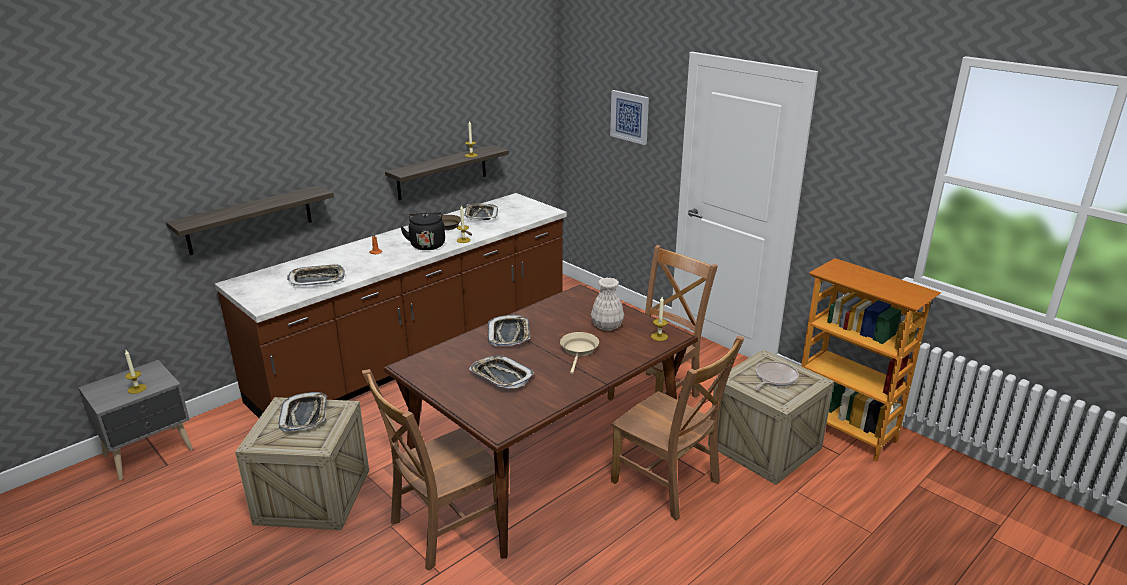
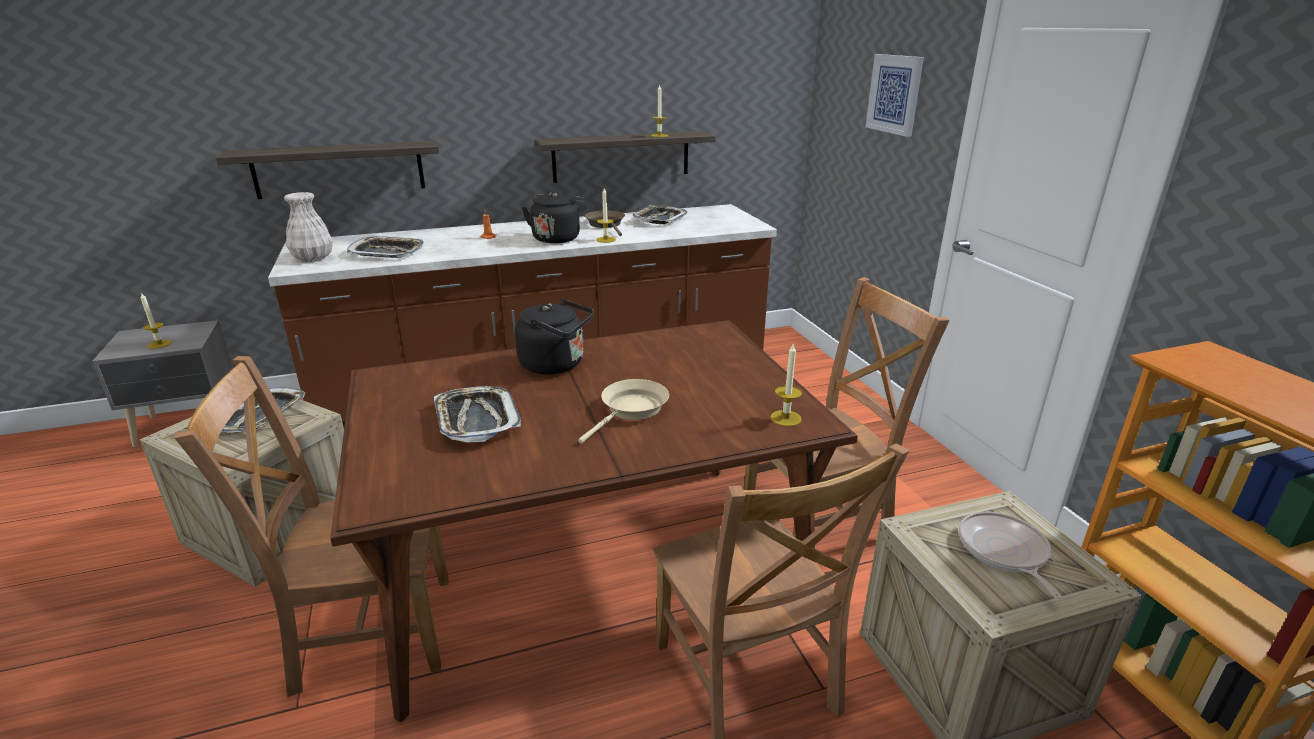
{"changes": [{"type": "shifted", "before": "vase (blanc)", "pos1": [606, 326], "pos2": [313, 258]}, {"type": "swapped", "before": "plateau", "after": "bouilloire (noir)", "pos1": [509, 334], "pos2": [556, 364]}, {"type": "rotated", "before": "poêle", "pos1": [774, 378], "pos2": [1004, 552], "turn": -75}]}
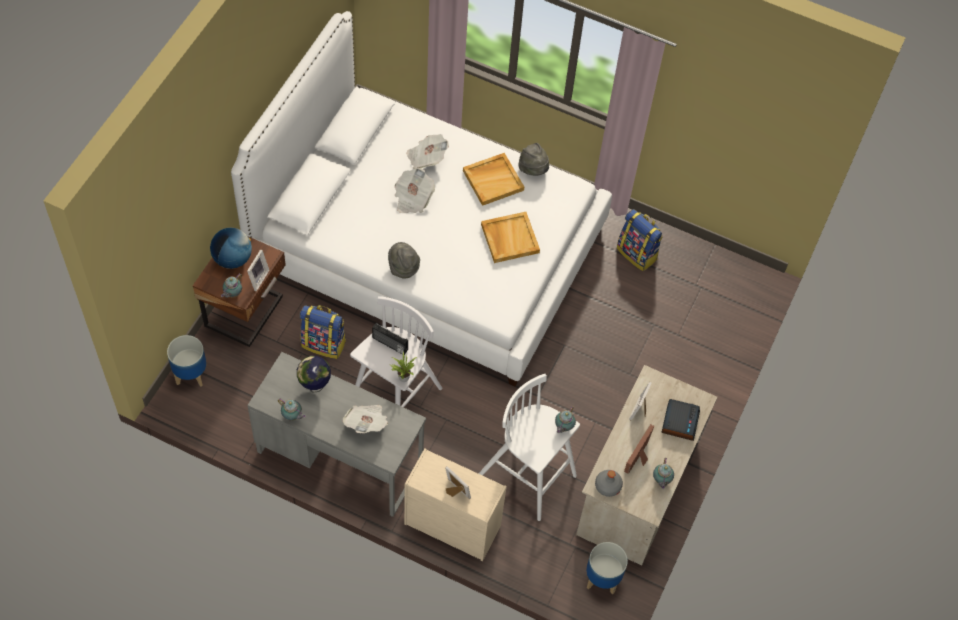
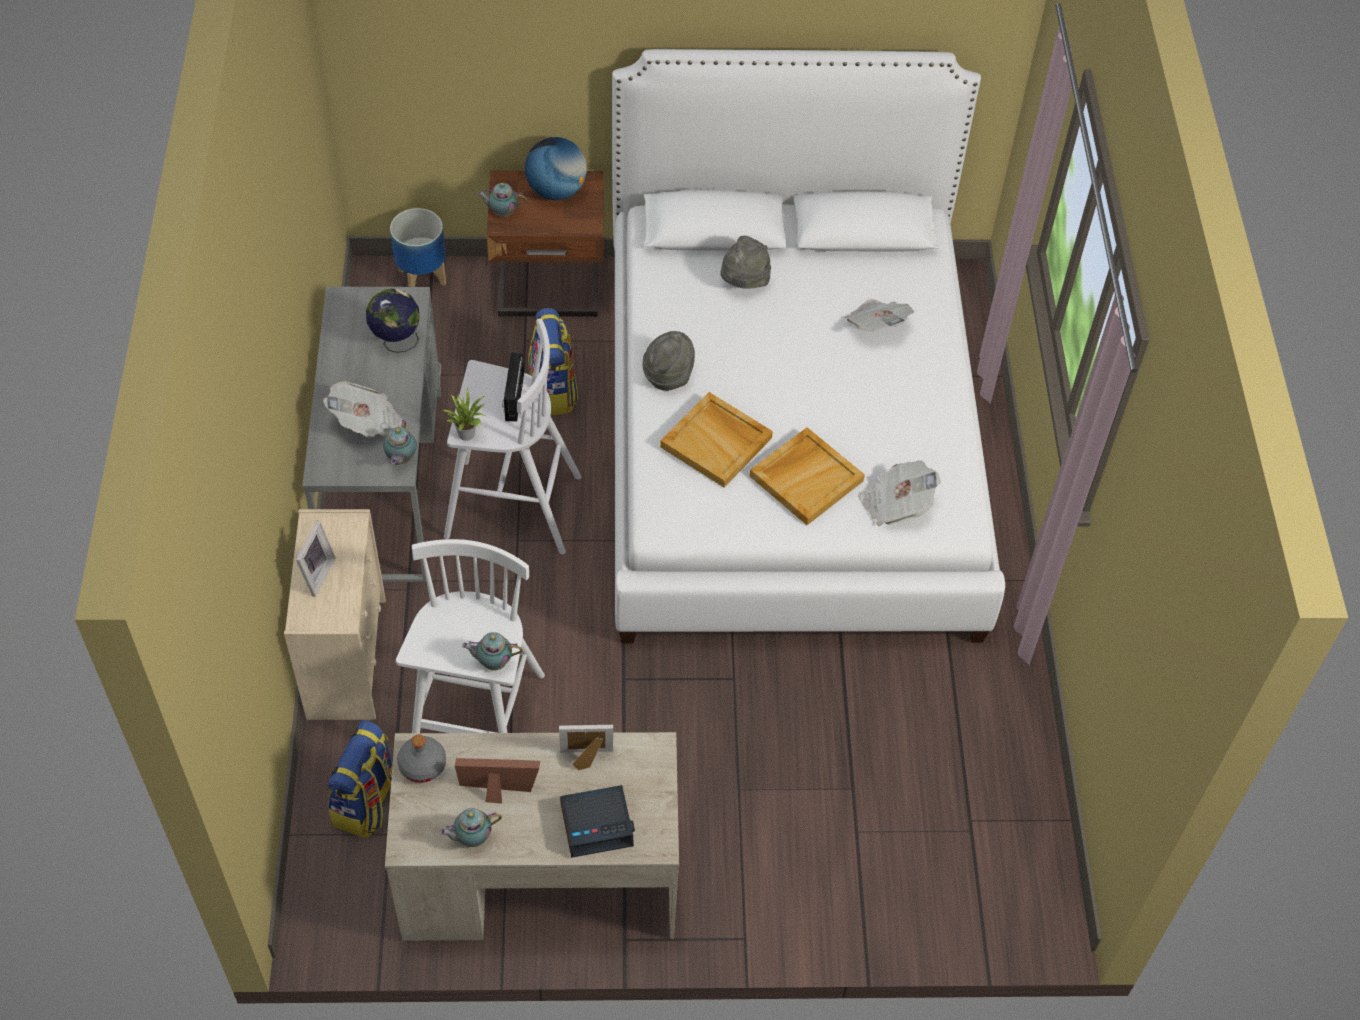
{"changes": [{"type": "shifted", "before": "chapeau (gris)", "pos1": [533, 169], "pos2": [744, 282]}, {"type": "shifted", "before": "plateau (beige)", "pos1": [493, 180], "pos2": [717, 442]}, {"type": "shifted", "before": "journal", "pos1": [412, 198], "pos2": [896, 504]}, {"type": "shifted", "before": "sac à dos", "pos1": [637, 253], "pos2": [367, 804]}, {"type": "gone", "before": "cadre photo", "pos1": [257, 278]}, {"type": "shifted", "before": "théière", "pos1": [292, 416], "pos2": [401, 459]}, {"type": "gone", "before": "cache-pot", "pos1": [602, 579]}]}
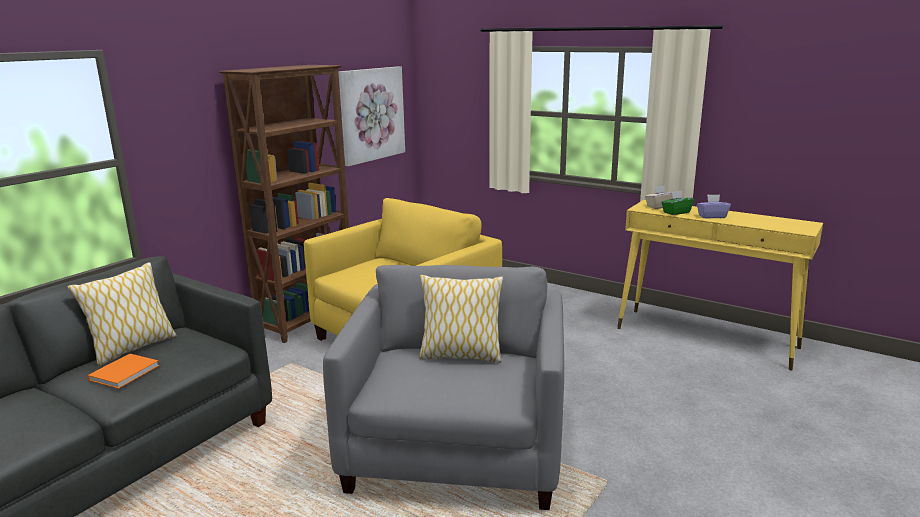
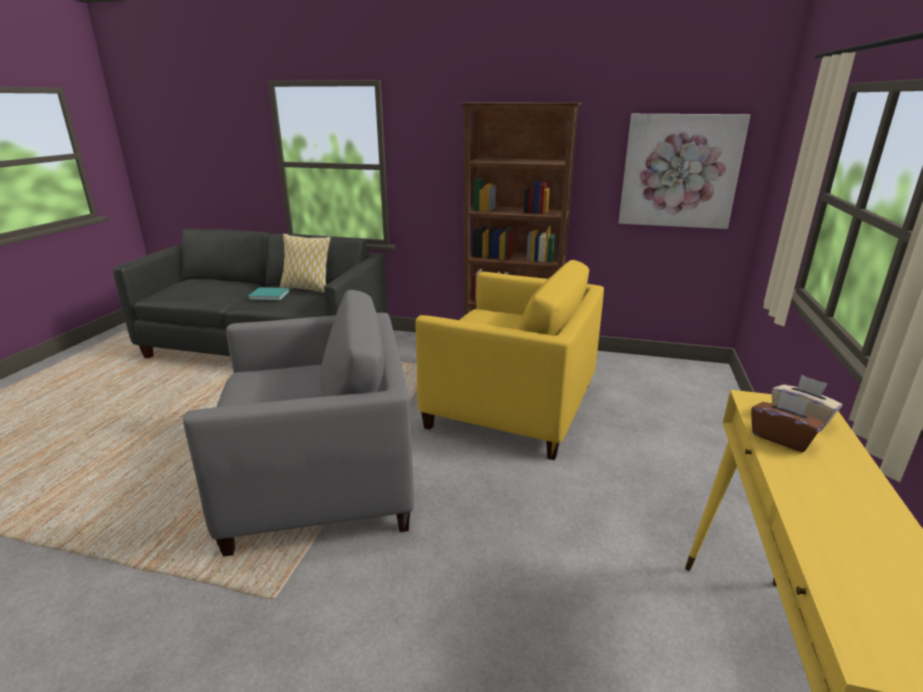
{"changes": [{"type": "repainted", "before": "boîte à mouchoirs (vert)", "after": "boîte à mouchoirs (marron)", "pos1": [676, 212], "pos2": [781, 438]}, {"type": "gone", "before": "boîte à mouchoirs (violet)", "pos1": [711, 216]}, {"type": "gone", "before": "coussin", "pos1": [460, 355]}, {"type": "repainted", "before": "livre (orange)", "after": "livre (turquoise)", "pos1": [126, 372], "pos2": [270, 295]}]}
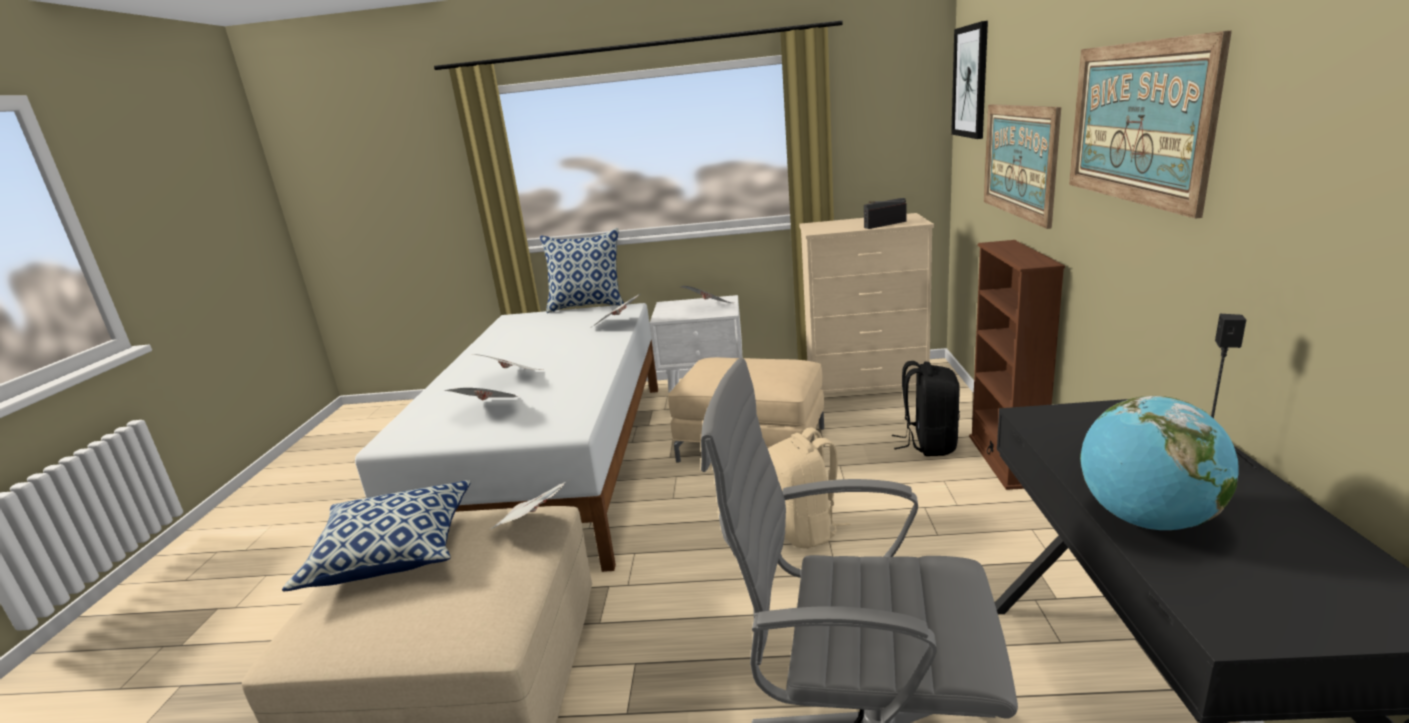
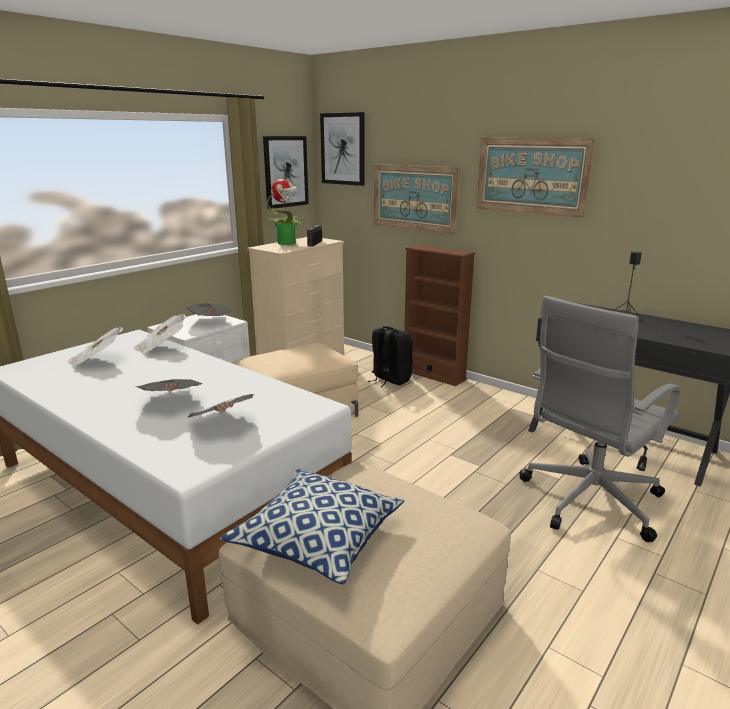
{"changes": [{"type": "gone", "before": "coussin", "pos1": [588, 306]}, {"type": "gone", "before": "globe", "pos1": [1146, 520]}, {"type": "gone", "before": "sac à dos (beige)", "pos1": [805, 530]}, {"type": "shifted", "before": "journal", "pos1": [533, 524], "pos2": [96, 361]}, {"type": "new", "after": "tableau", "pos2": [285, 172]}, {"type": "new", "after": "plante en pot", "pos2": [287, 243]}]}
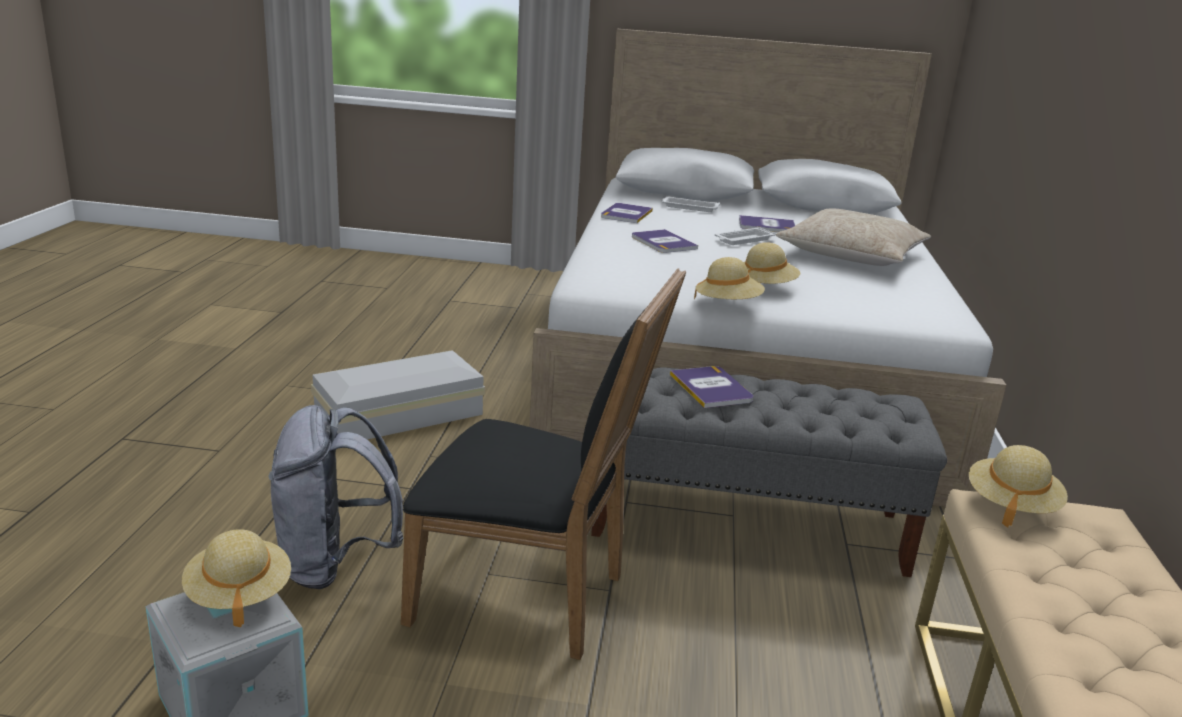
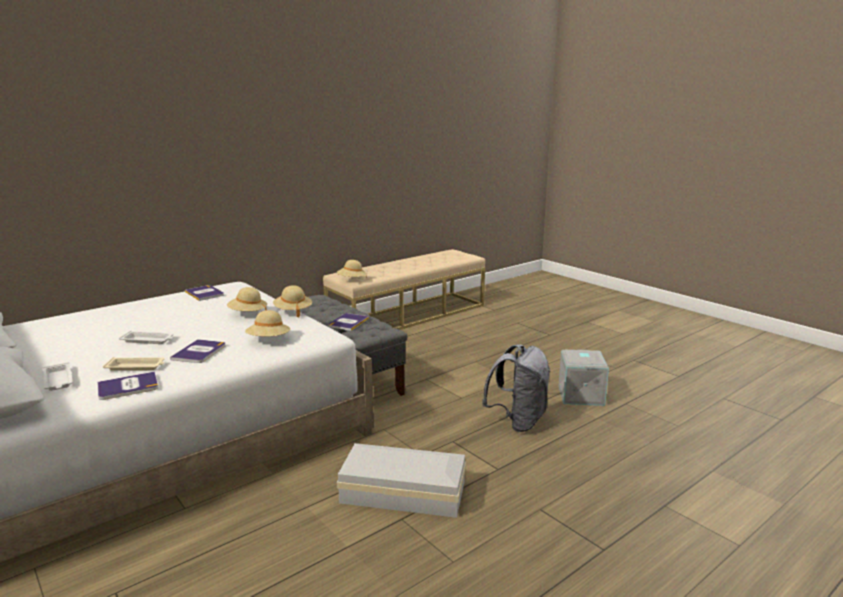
{"changes": [{"type": "gone", "before": "coussin (beige)", "pos1": [851, 254]}, {"type": "shifted", "before": "livre", "pos1": [767, 226], "pos2": [204, 293]}, {"type": "gone", "before": "chaise (noir)", "pos1": [531, 597]}, {"type": "shifted", "before": "chapeau (beige)", "pos1": [239, 594], "pos2": [268, 340]}, {"type": "new", "after": "plateau (beige)", "pos2": [136, 367]}]}
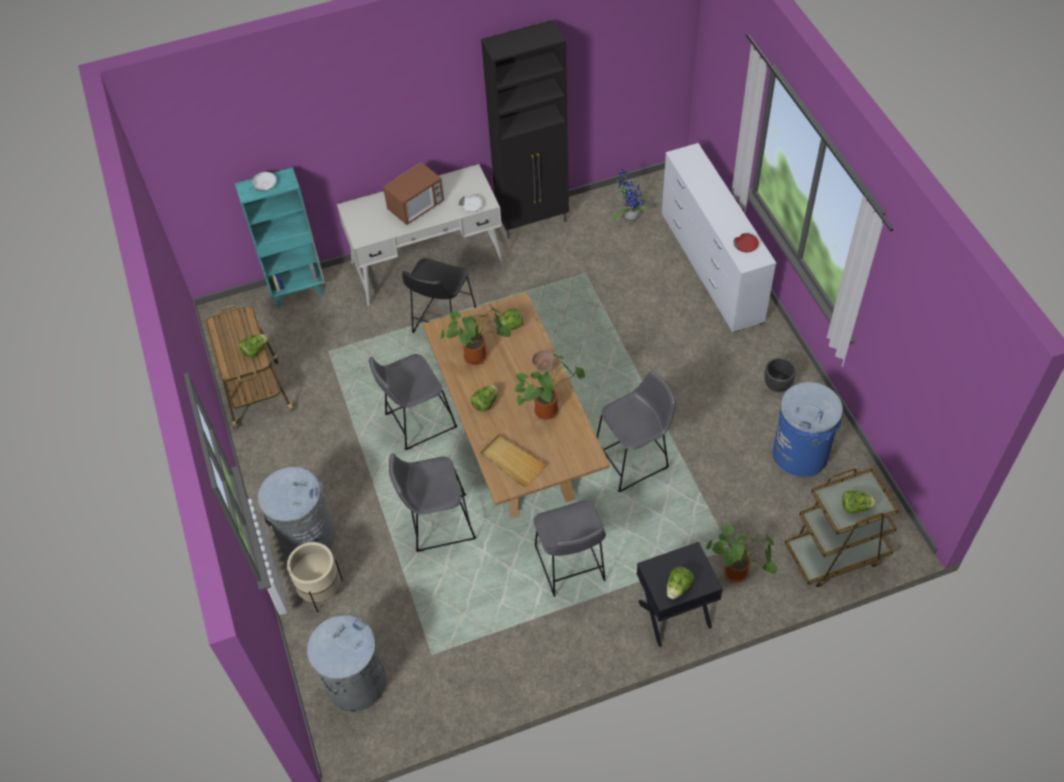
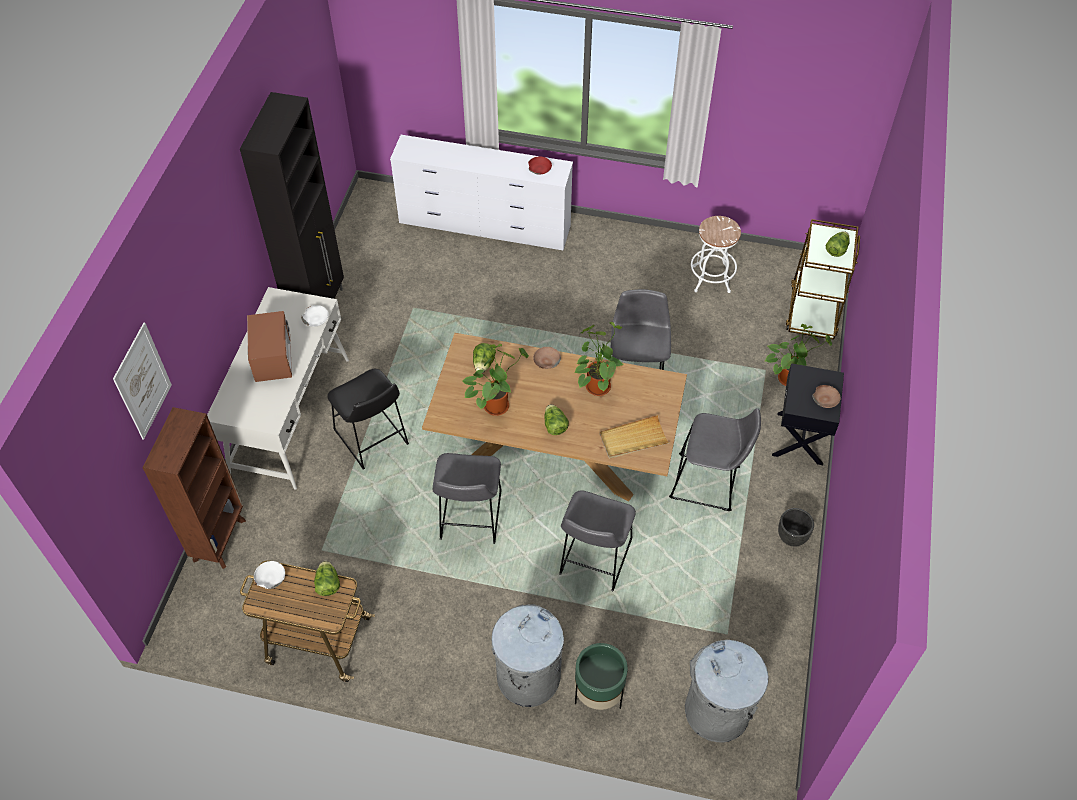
{"changes": [{"type": "repainted", "before": "bibliothèque (turquoise)", "after": "bibliothèque (marron)", "pos1": [298, 291], "pos2": [220, 539]}, {"type": "gone", "before": "plante en pot", "pos1": [629, 215]}, {"type": "shifted", "before": "bol (blanc)", "pos1": [265, 184], "pos2": [270, 577]}, {"type": "shifted", "before": "cache-pot (noir)", "pos1": [777, 386], "pos2": [792, 537]}, {"type": "swapped", "before": "poubelle (bleu)", "after": "tabouret (blanc)", "pos1": [800, 454], "pos2": [711, 279]}, {"type": "repainted", "before": "cache-pot (beige)", "after": "cache-pot (vert)", "pos1": [321, 590], "pos2": [598, 693]}, {"type": "swapped", "before": "laitue", "after": "bol (marron)", "pos1": [678, 588], "pos2": [825, 399]}, {"type": "new", "after": "tableau", "pos2": [142, 381]}]}
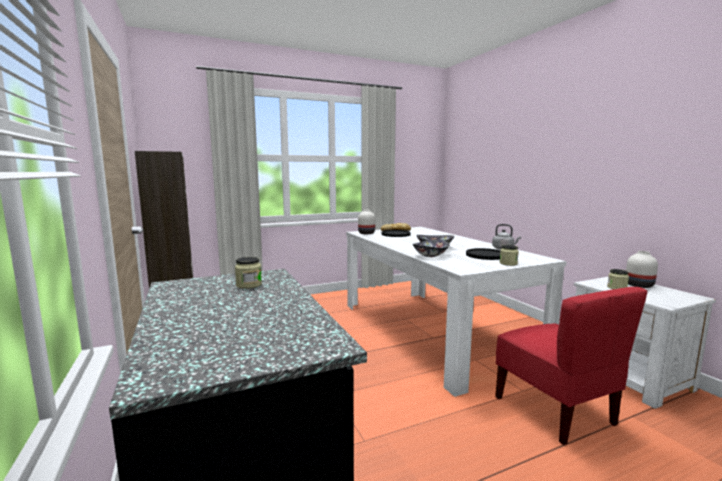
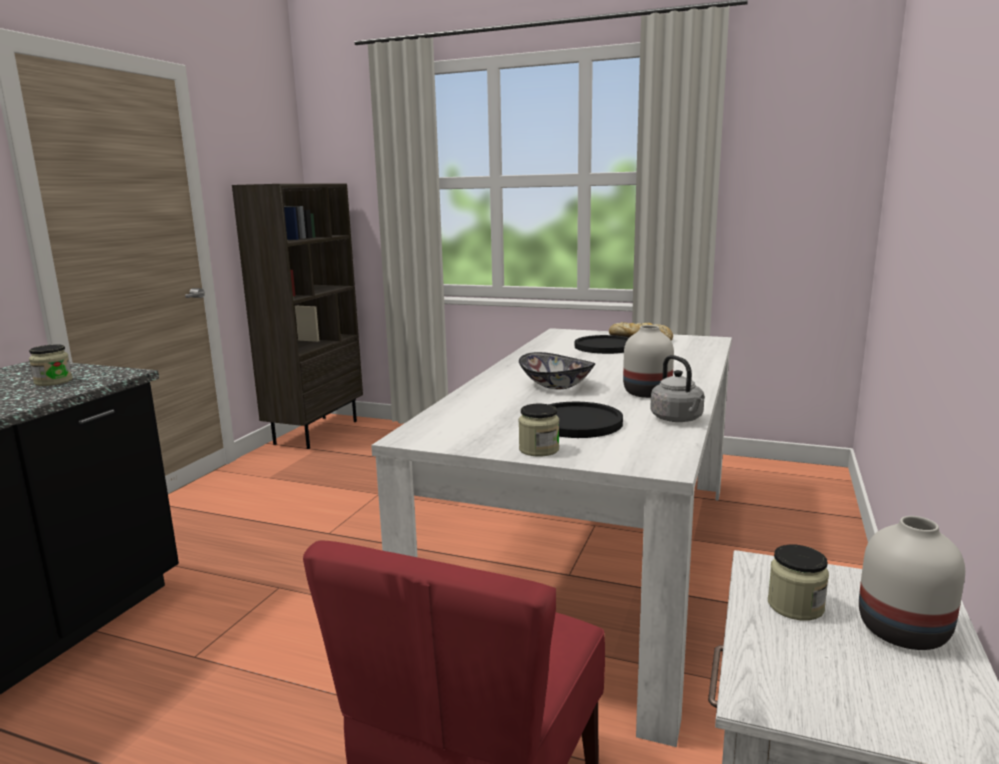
{"changes": [{"type": "shifted", "before": "vase (blanc)", "pos1": [366, 233], "pos2": [647, 393]}, {"type": "gone", "before": "bol", "pos1": [430, 255]}]}
